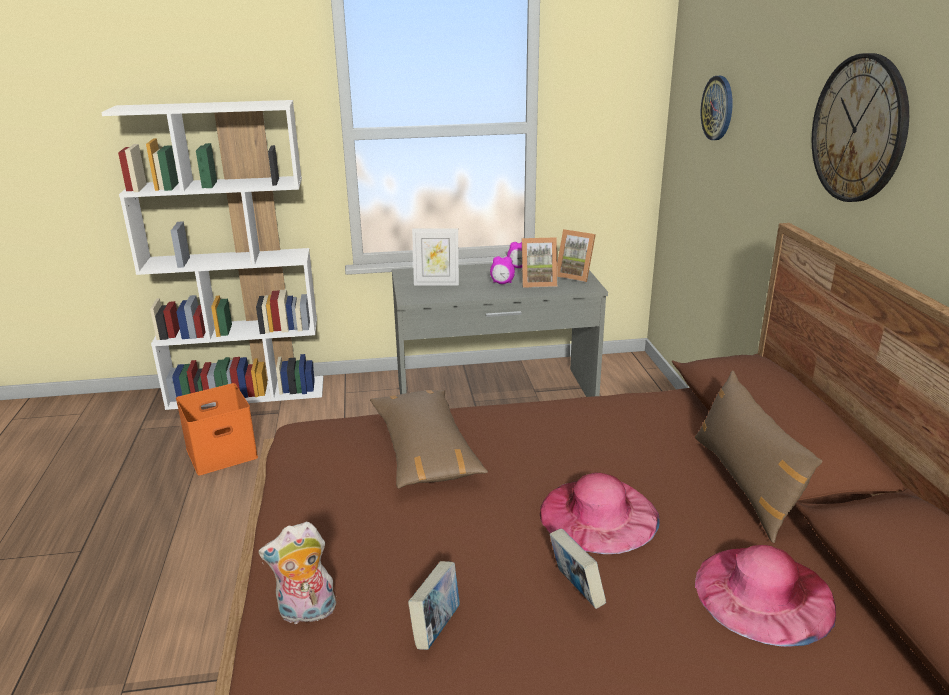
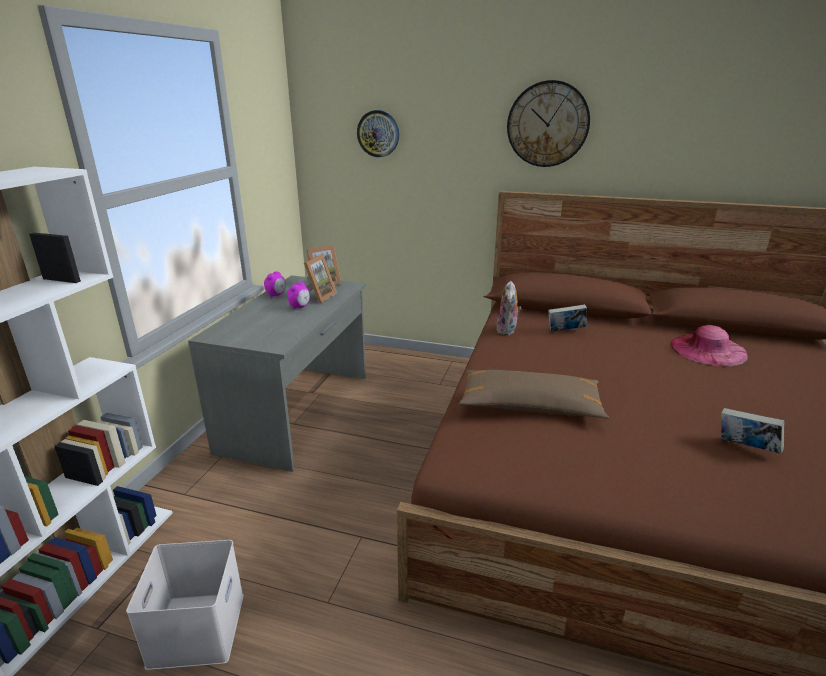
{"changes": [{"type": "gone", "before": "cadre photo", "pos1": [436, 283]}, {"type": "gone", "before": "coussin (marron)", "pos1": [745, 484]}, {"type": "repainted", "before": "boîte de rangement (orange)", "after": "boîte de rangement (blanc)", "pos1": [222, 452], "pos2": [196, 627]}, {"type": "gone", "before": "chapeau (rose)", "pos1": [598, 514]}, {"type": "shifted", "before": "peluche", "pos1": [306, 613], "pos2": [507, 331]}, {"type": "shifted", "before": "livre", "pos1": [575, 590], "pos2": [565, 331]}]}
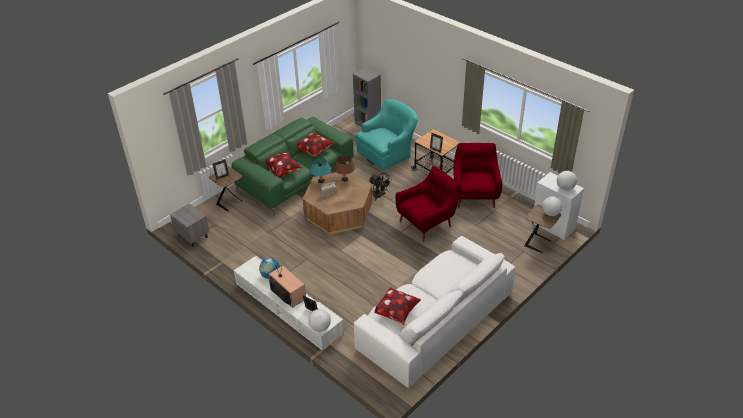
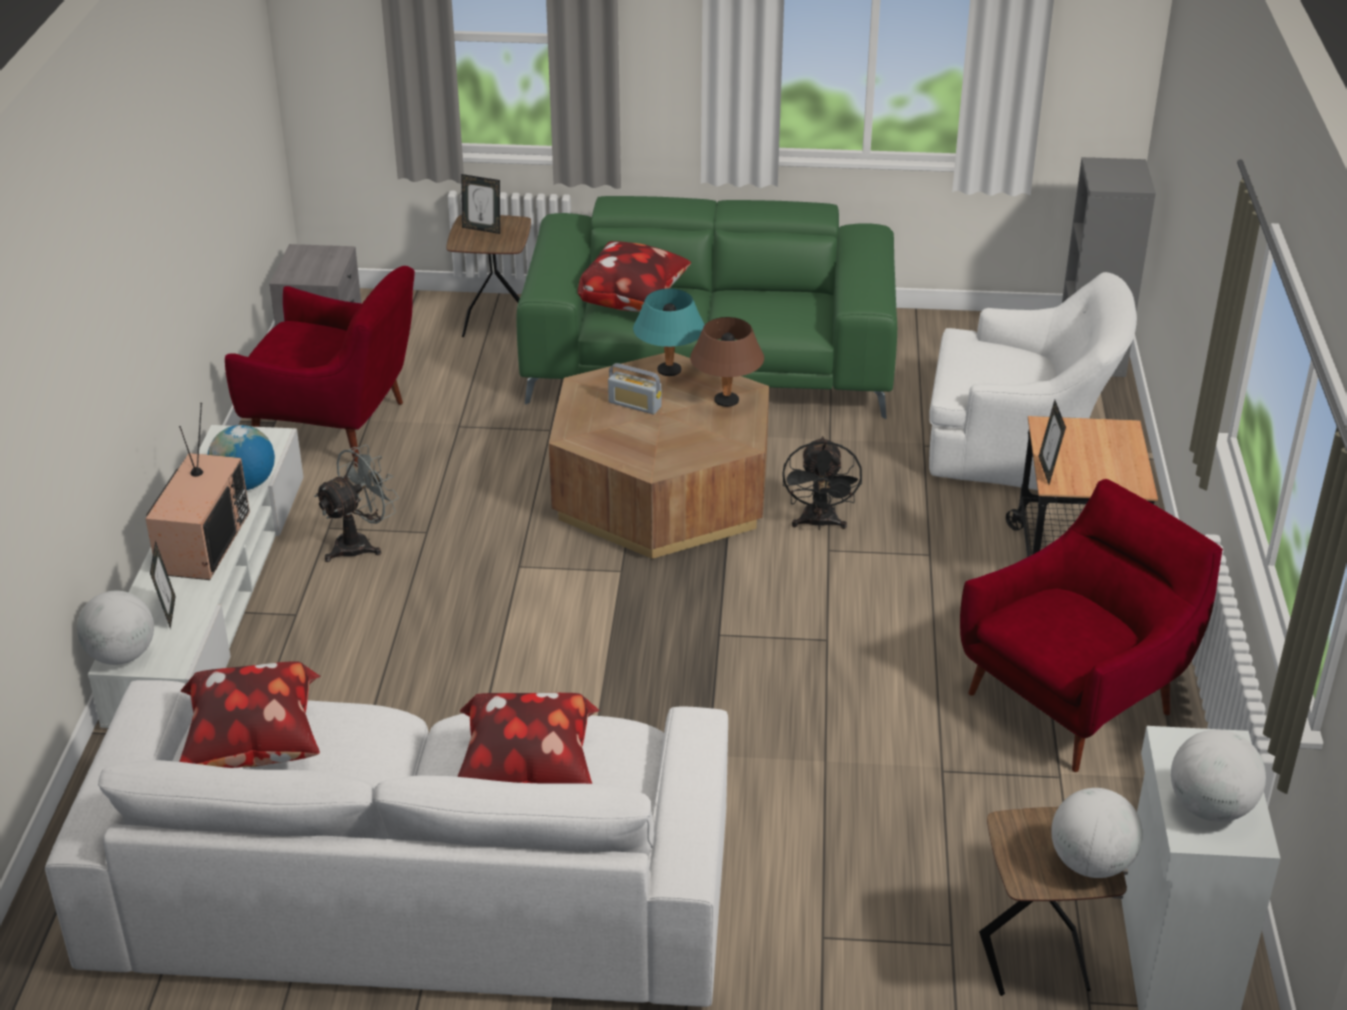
{"changes": [{"type": "repainted", "before": "fauteuil (turquoise)", "after": "fauteuil (blanc)", "pos1": [387, 153], "pos2": [1020, 448]}, {"type": "shifted", "before": "coussin", "pos1": [315, 151], "pos2": [529, 778]}, {"type": "shifted", "before": "fauteuil (rouge)", "pos1": [427, 223], "pos2": [336, 428]}, {"type": "new", "after": "ventilateur (gris)", "pos2": [360, 544]}]}
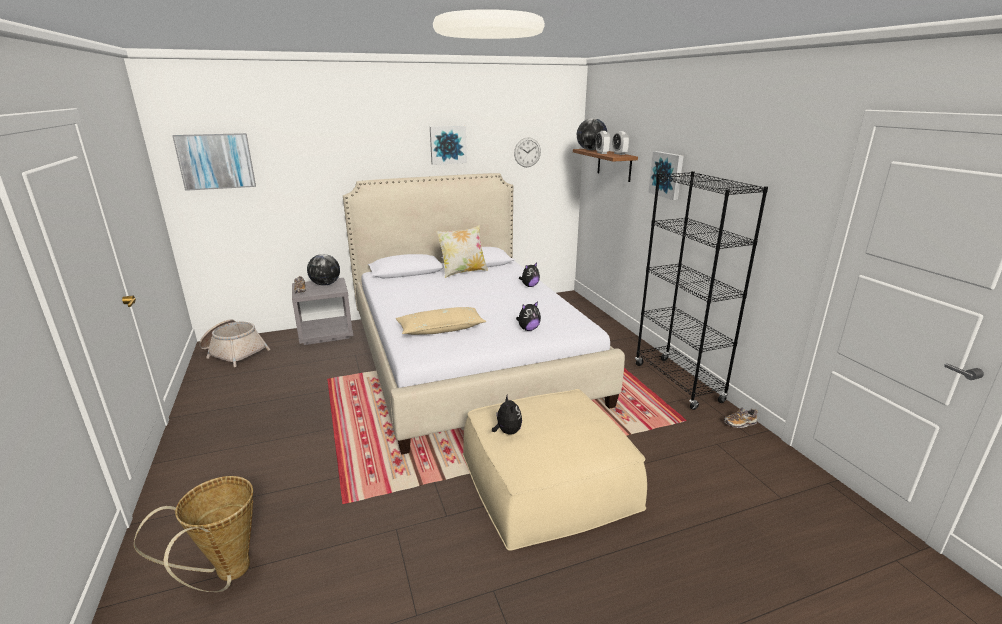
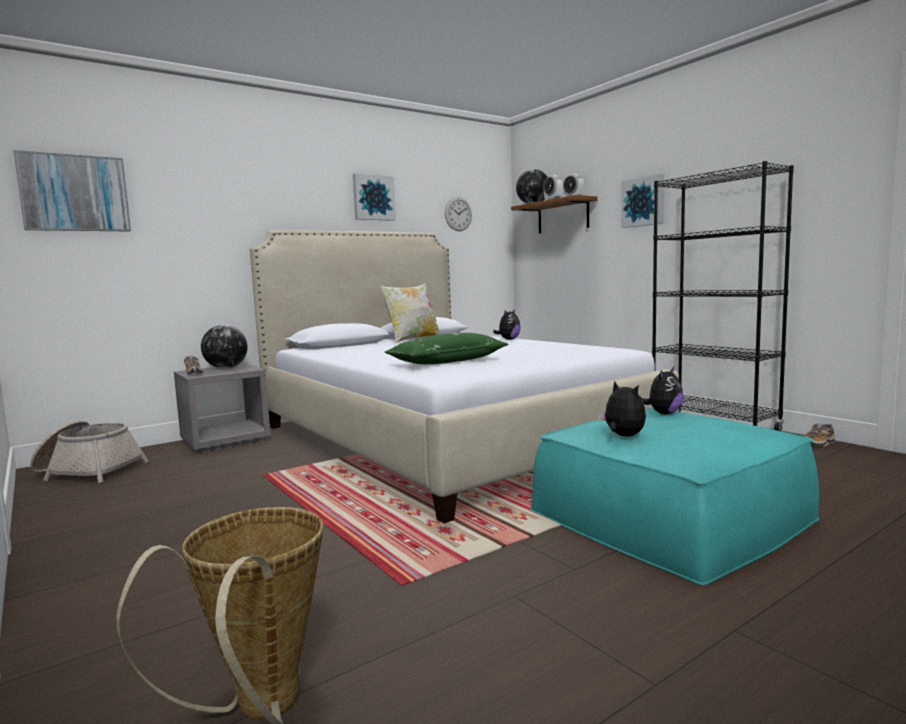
{"changes": [{"type": "shifted", "before": "peluche", "pos1": [528, 329], "pos2": [663, 413]}, {"type": "repainted", "before": "coussin (beige)", "after": "coussin (vert)", "pos1": [441, 329], "pos2": [448, 361]}, {"type": "repainted", "before": "pouf (beige)", "after": "pouf (turquoise)", "pos1": [548, 479], "pos2": [669, 514]}]}
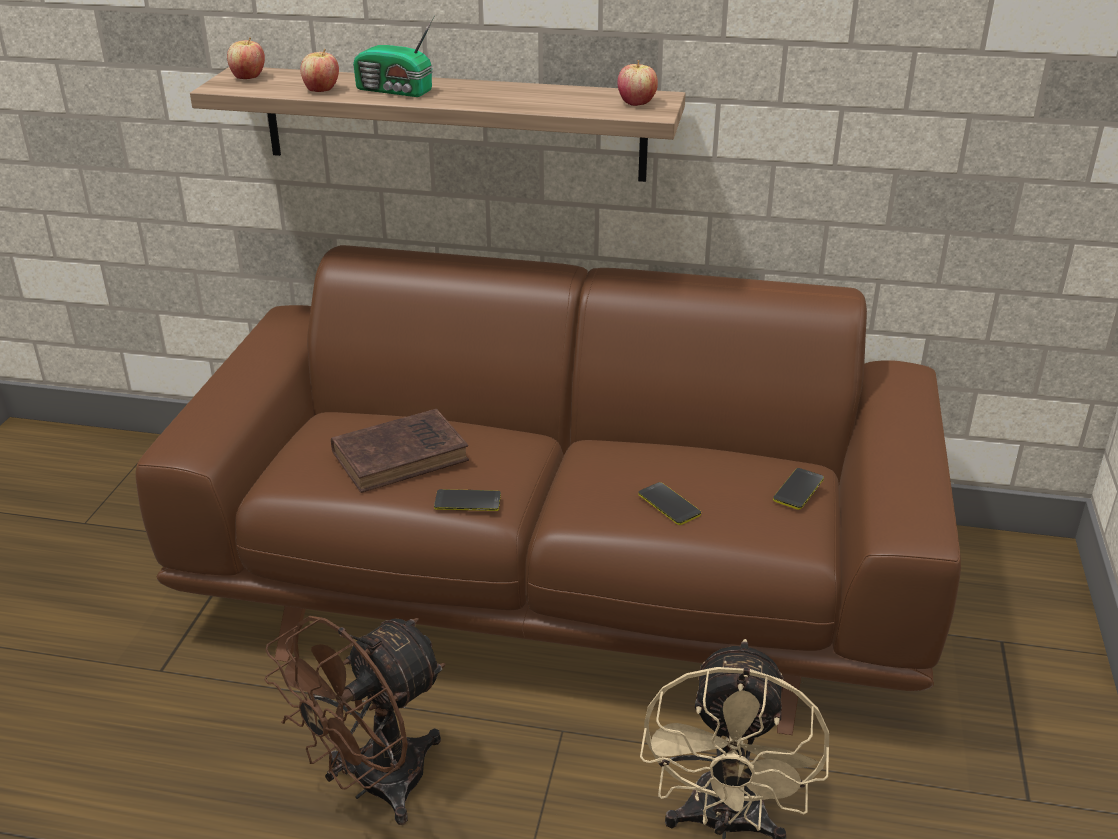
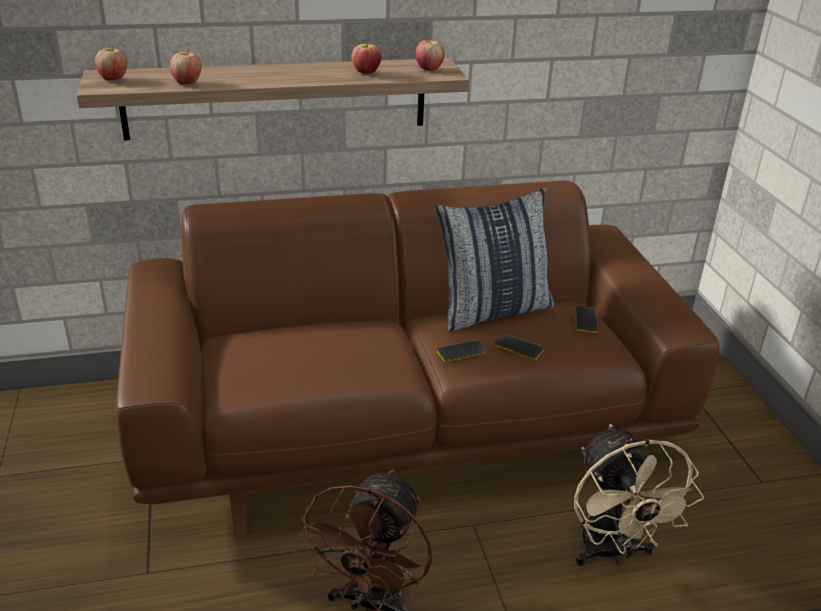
{"changes": [{"type": "gone", "before": "radio", "pos1": [395, 91]}, {"type": "gone", "before": "livre (marron)", "pos1": [403, 455]}, {"type": "shifted", "before": "téléphone", "pos1": [467, 501], "pos2": [461, 352]}, {"type": "new", "after": "pomme", "pos2": [366, 72]}, {"type": "new", "after": "coussin", "pos2": [493, 310]}]}
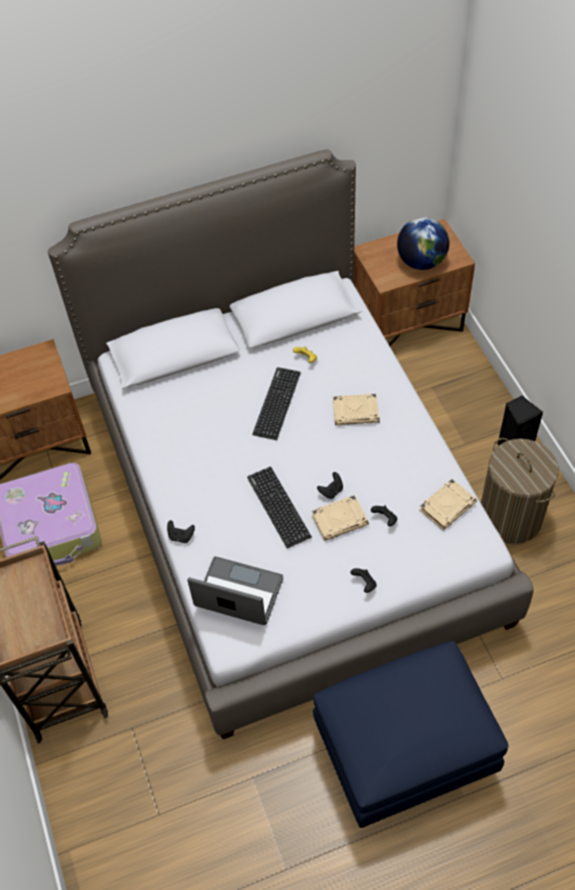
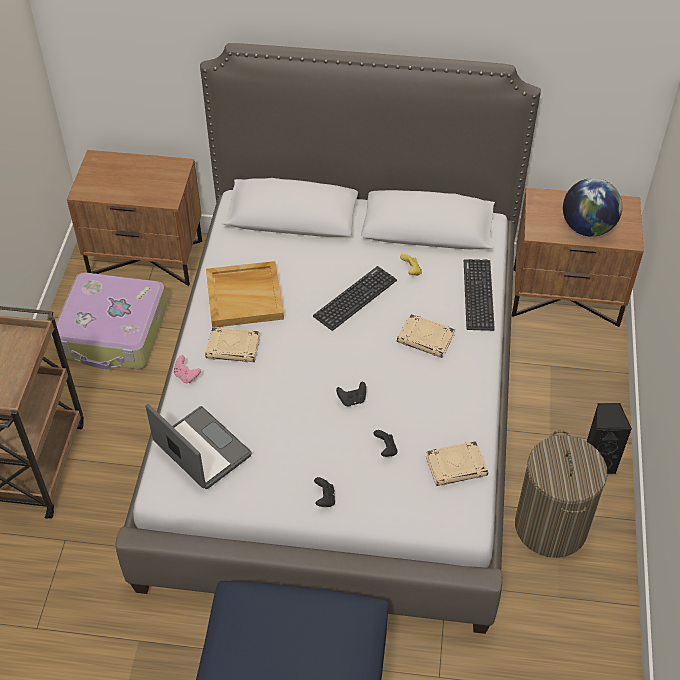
{"changes": [{"type": "shifted", "before": "clavier", "pos1": [278, 507], "pos2": [478, 295]}, {"type": "shifted", "before": "livre (beige)", "pos1": [340, 520], "pos2": [234, 348]}, {"type": "repainted", "before": "manette (noir)", "after": "manette (rose)", "pos1": [181, 536], "pos2": [186, 376]}, {"type": "new", "after": "plateau (beige)", "pos2": [245, 296]}]}
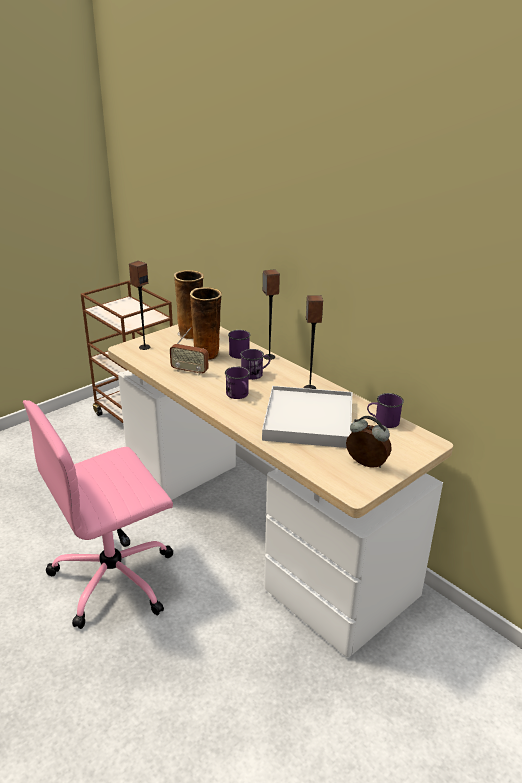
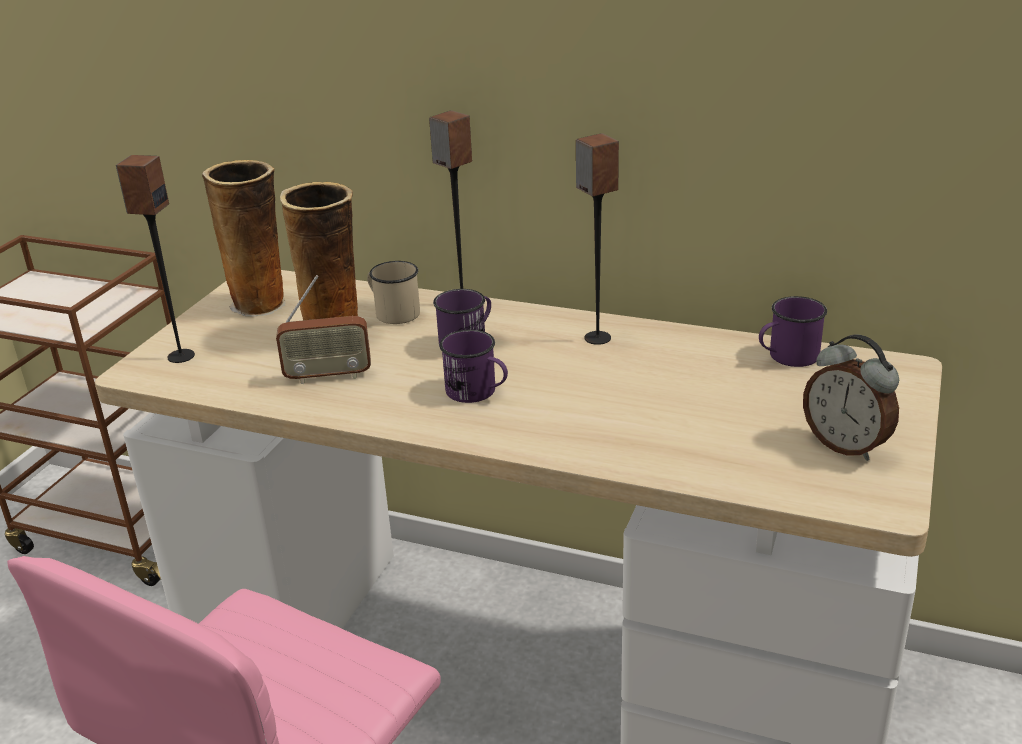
{"changes": [{"type": "repainted", "before": "mug (violet)", "after": "mug (beige)", "pos1": [238, 352], "pos2": [392, 312]}, {"type": "gone", "before": "plateau (blanc)", "pos1": [309, 420]}, {"type": "rotated", "before": "réveil", "pos1": [365, 465], "pos2": [846, 445], "turn": -135}]}
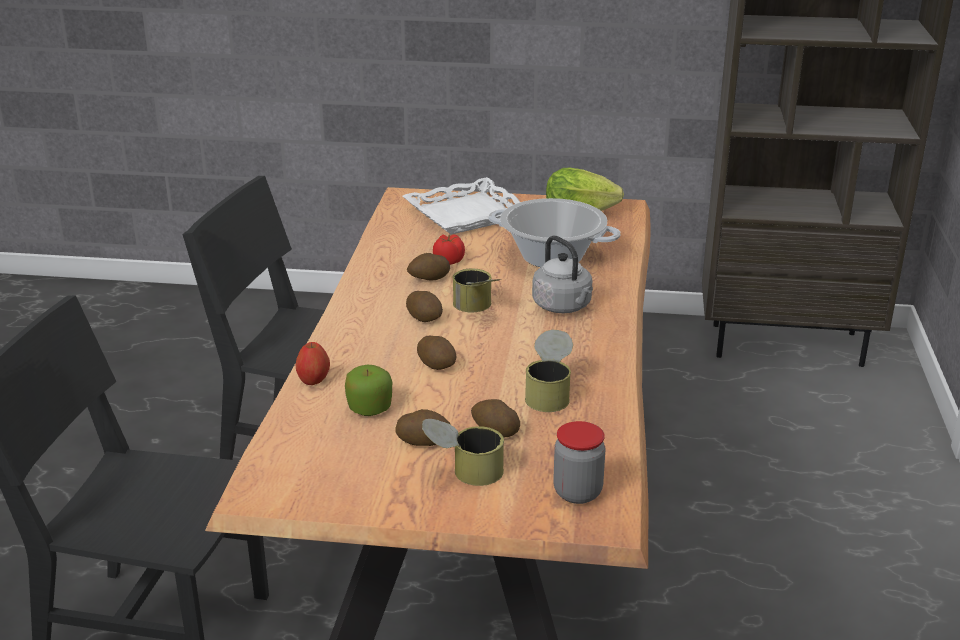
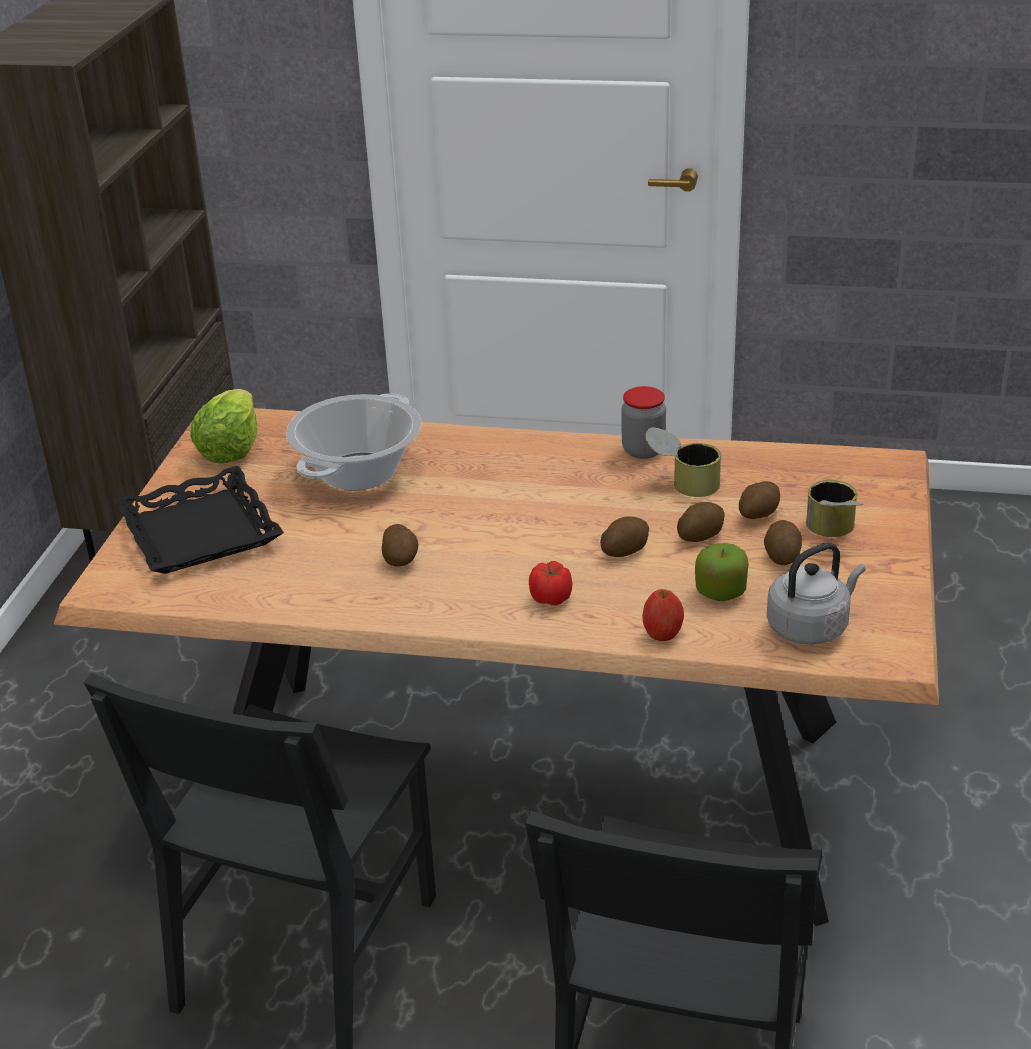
{"changes": [{"type": "repainted", "before": "plateau (blanc)", "after": "plateau (noir)", "pos1": [468, 214], "pos2": [201, 531]}, {"type": "shifted", "before": "tomate", "pos1": [448, 261], "pos2": [551, 599]}, {"type": "shifted", "before": "bouilloire (gris)", "pos1": [564, 307], "pos2": [811, 627]}, {"type": "gone", "before": "boîte métallique", "pos1": [476, 309]}, {"type": "shifted", "before": "pomme de terre", "pos1": [425, 318], "pos2": [700, 535]}, {"type": "shifted", "before": "bocal", "pos1": [577, 492], "pos2": [643, 450]}]}
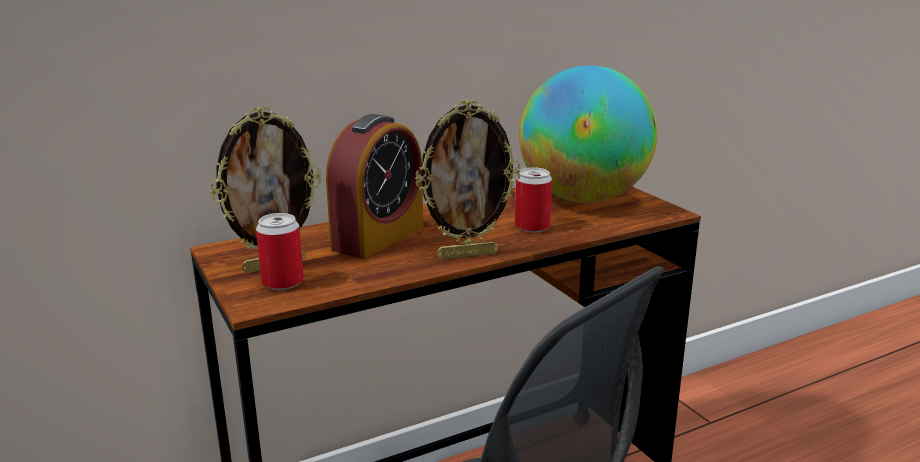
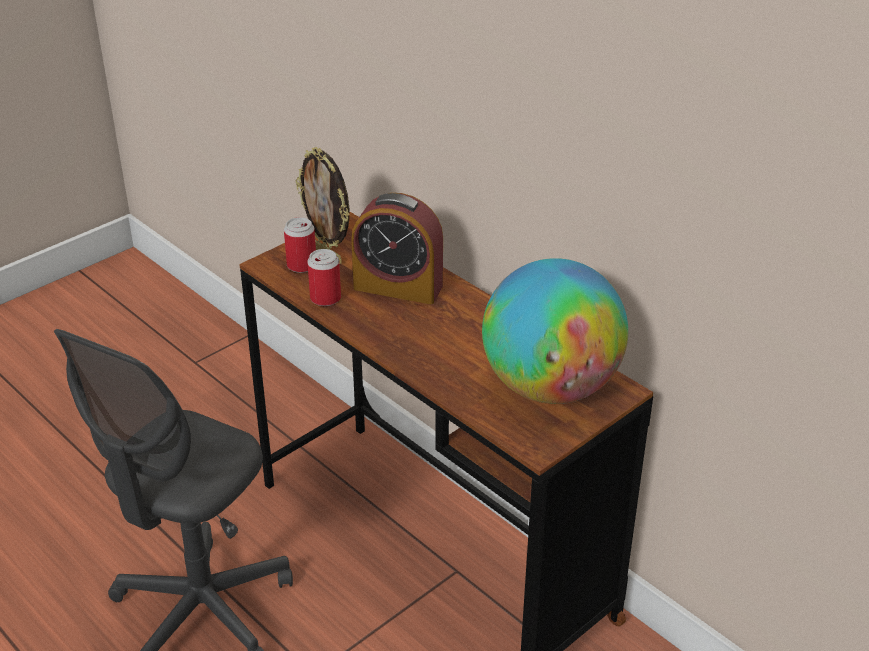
{"changes": [{"type": "gone", "before": "cadre photo", "pos1": [467, 255]}, {"type": "shifted", "before": "boîte métallique", "pos1": [532, 227], "pos2": [325, 298]}]}
